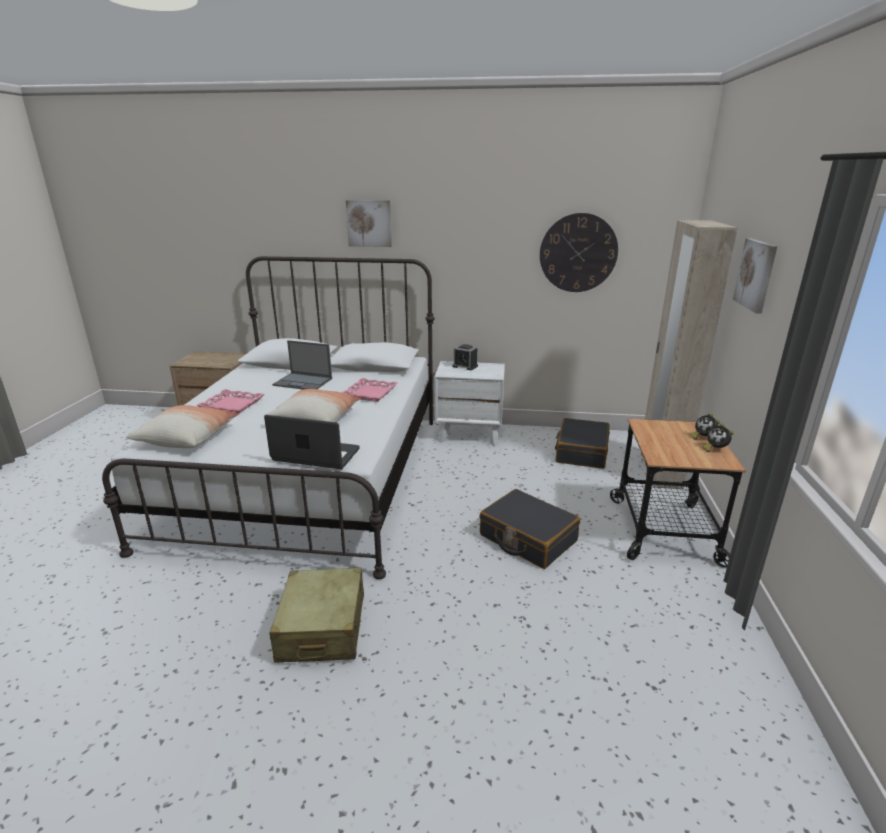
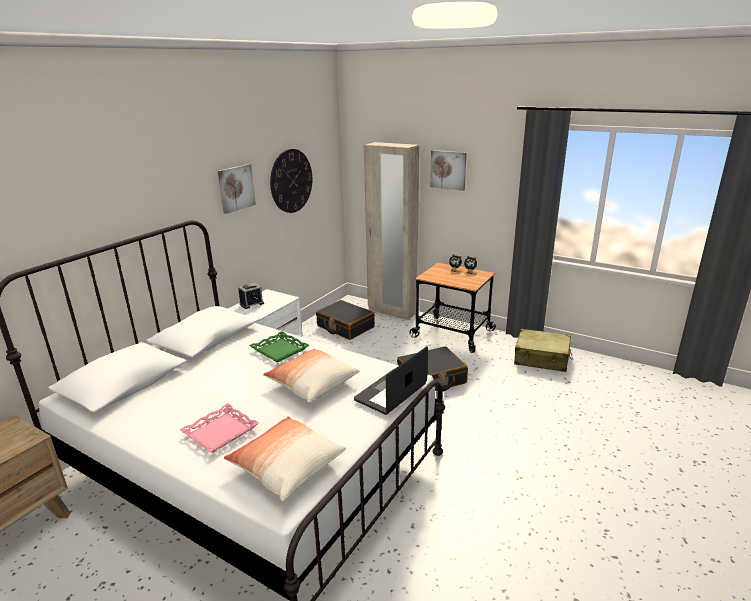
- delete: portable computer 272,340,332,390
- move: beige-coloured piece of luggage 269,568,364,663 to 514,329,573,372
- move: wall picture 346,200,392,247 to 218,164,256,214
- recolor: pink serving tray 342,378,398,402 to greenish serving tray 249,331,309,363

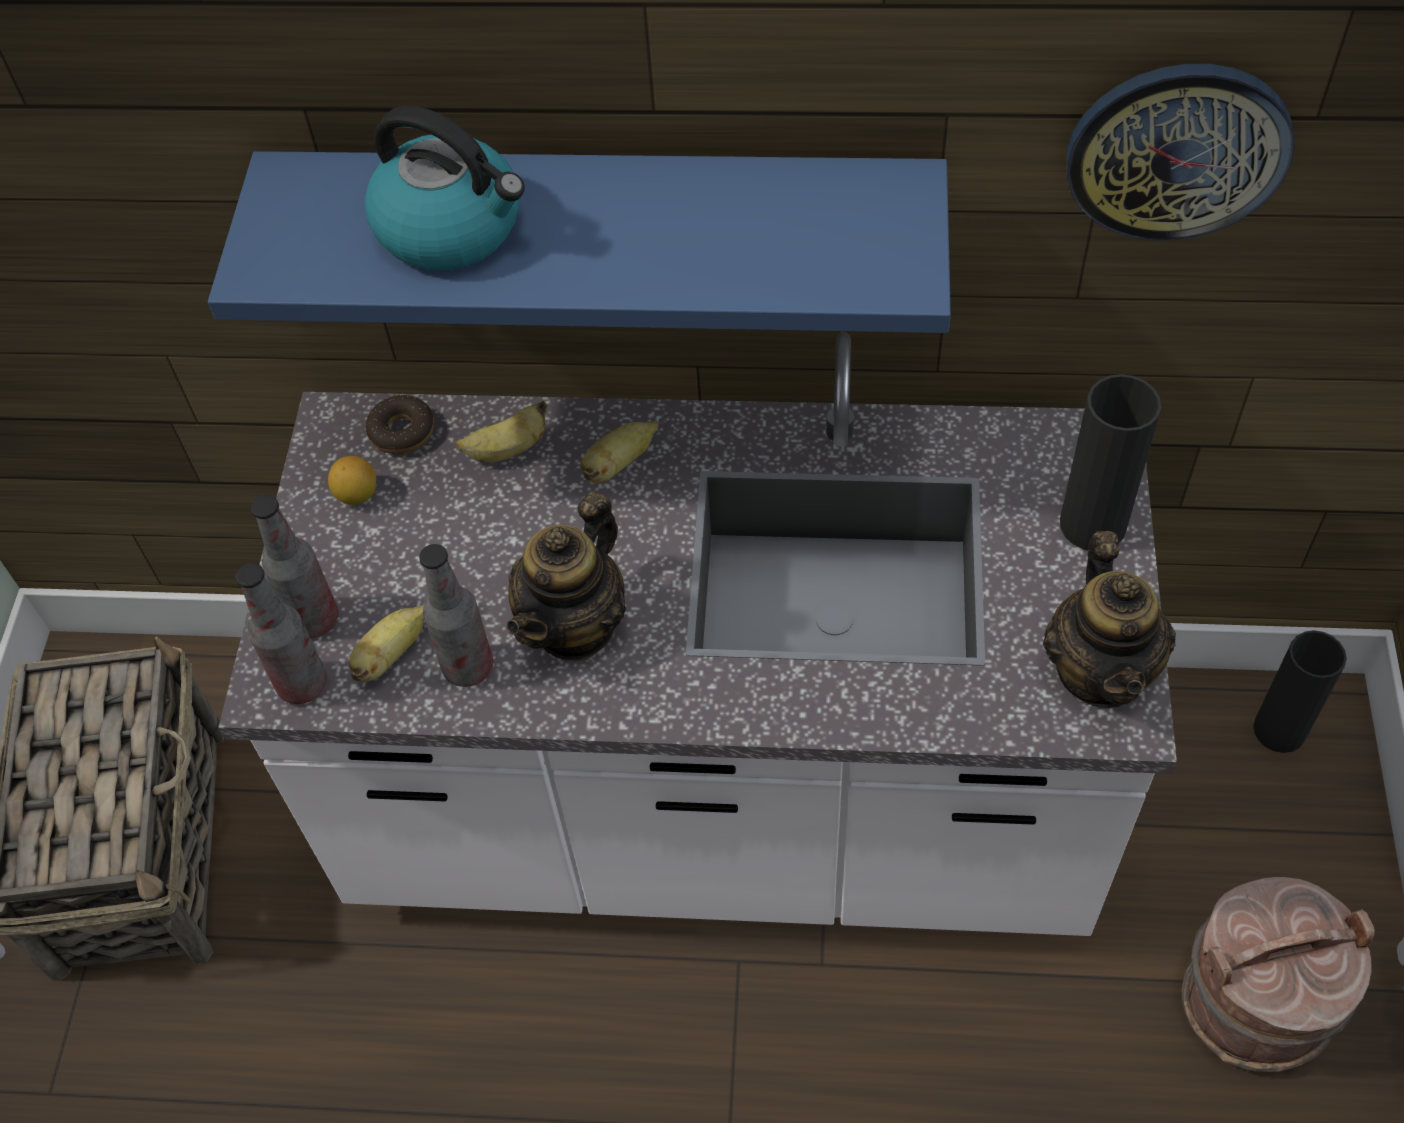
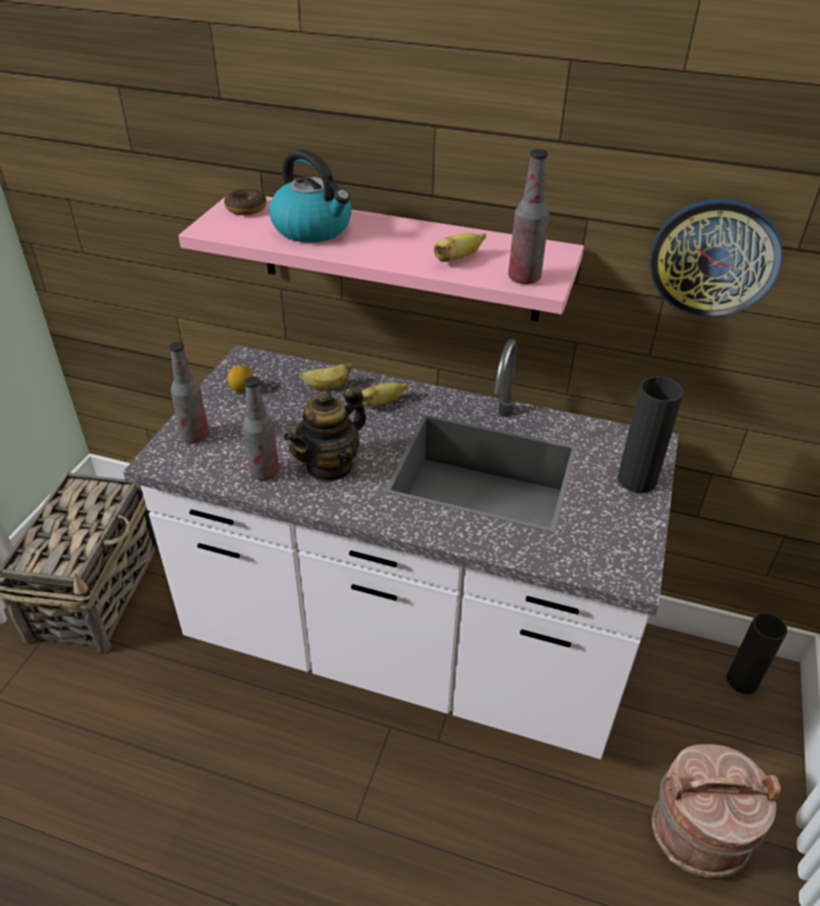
- delete: tea pot 1043,531,1176,708
- move: bottle 236,563,327,704 to 508,149,549,284
- move: banana 349,605,425,682 to 434,232,486,262
- move: donut 366,395,434,454 to 224,188,266,215
- recolor: blue-coloured wall shelf 208,151,951,333 to pink wall shelf 178,191,584,322

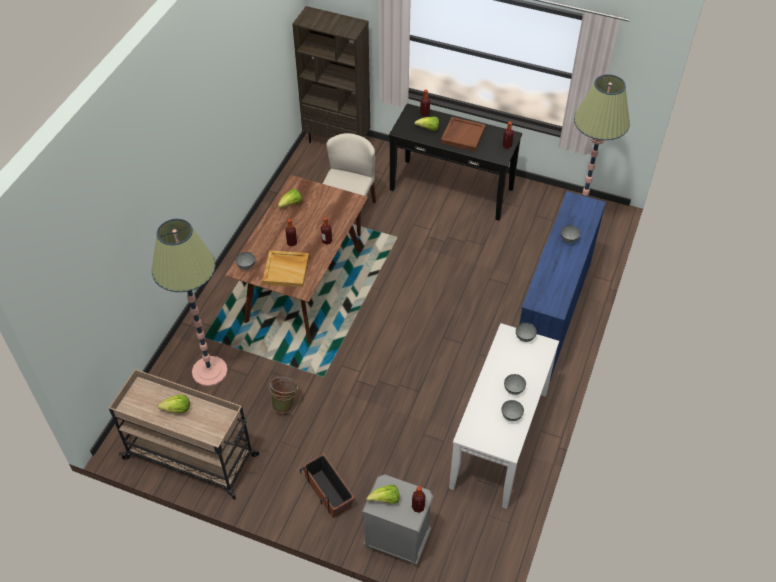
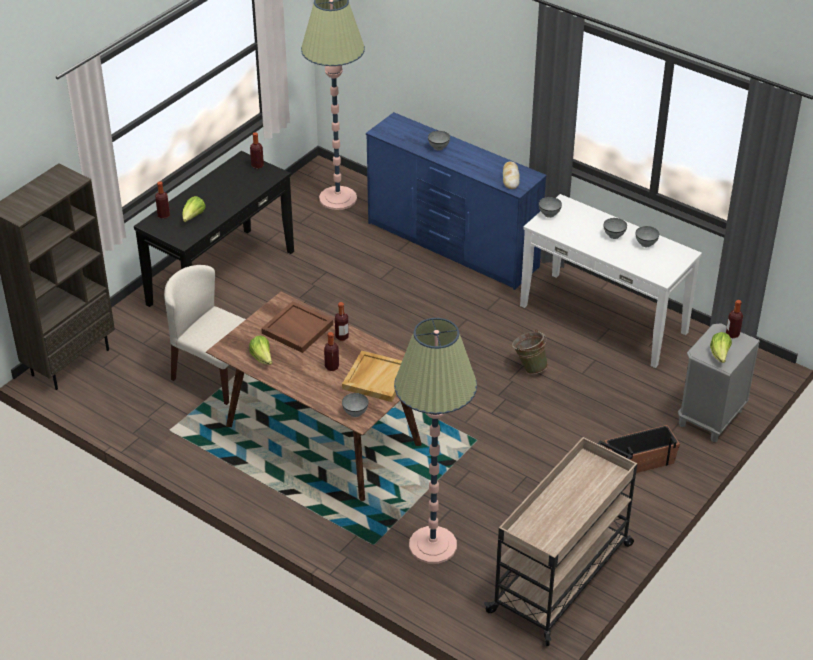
- delete: head of lettuce 158,395,190,413
- insert: bread 503,161,520,189
- move: greenish pail 269,377,298,413 to 512,329,548,374
- move: brown-coloured serving tray 441,117,486,151 to 261,301,333,353

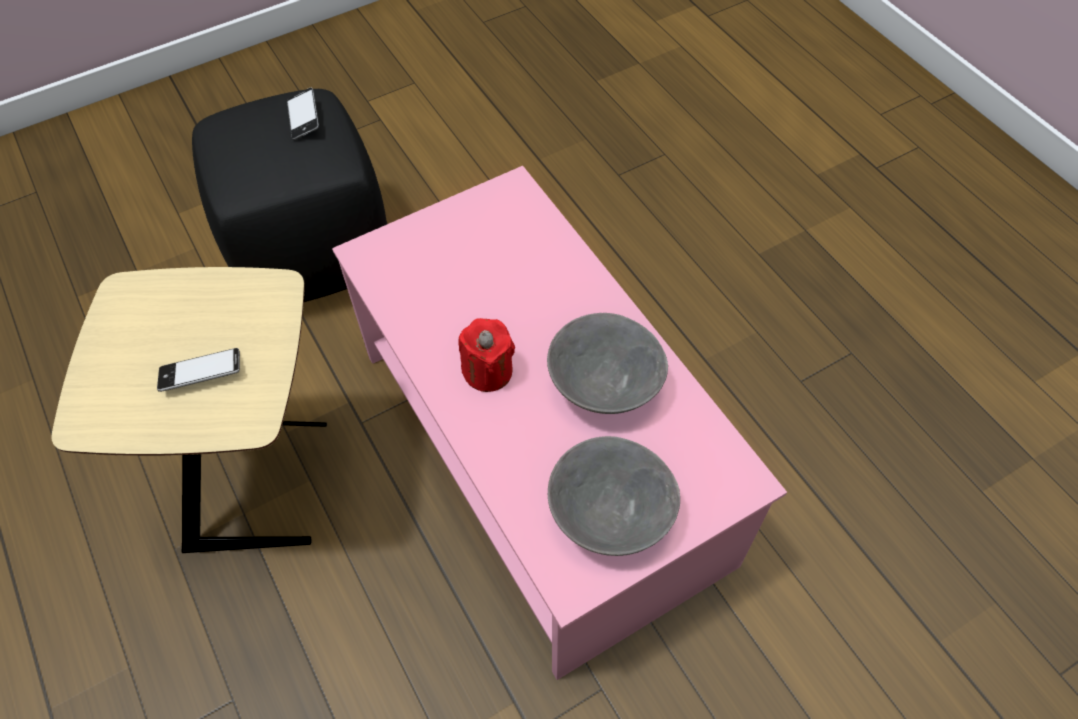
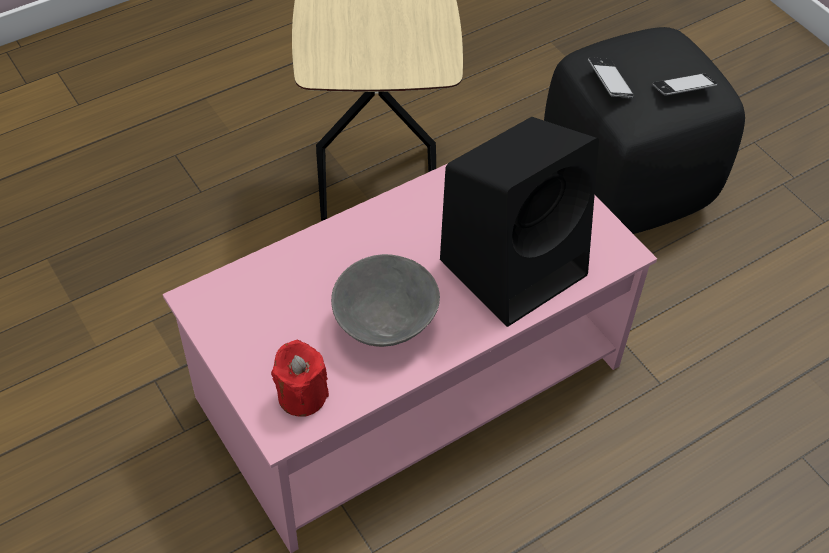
- delete: grey bowl 548,436,680,556
- insert: black-coloured speaker 440,117,599,327
- move: phone 157,348,240,392 to 588,57,634,98
- move: reddish wax light 458,318,515,392 to 271,340,329,417

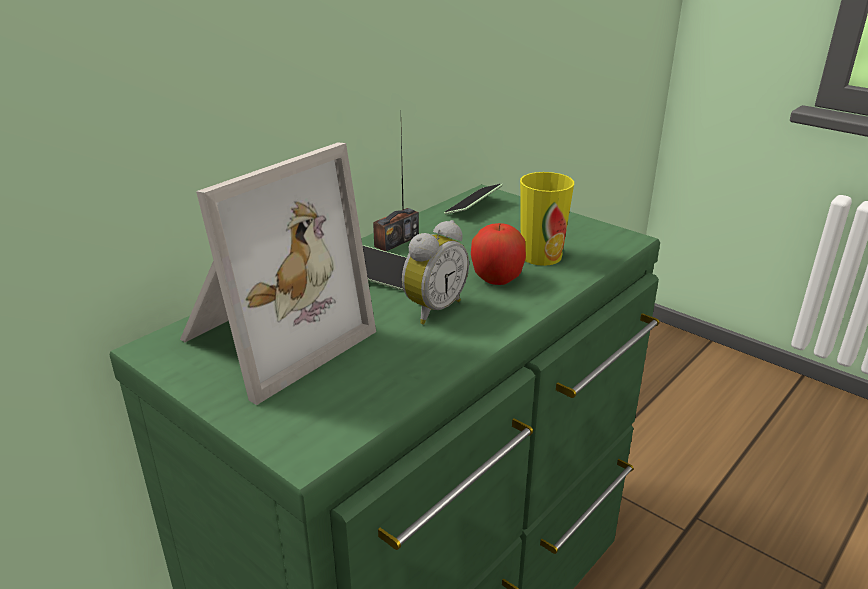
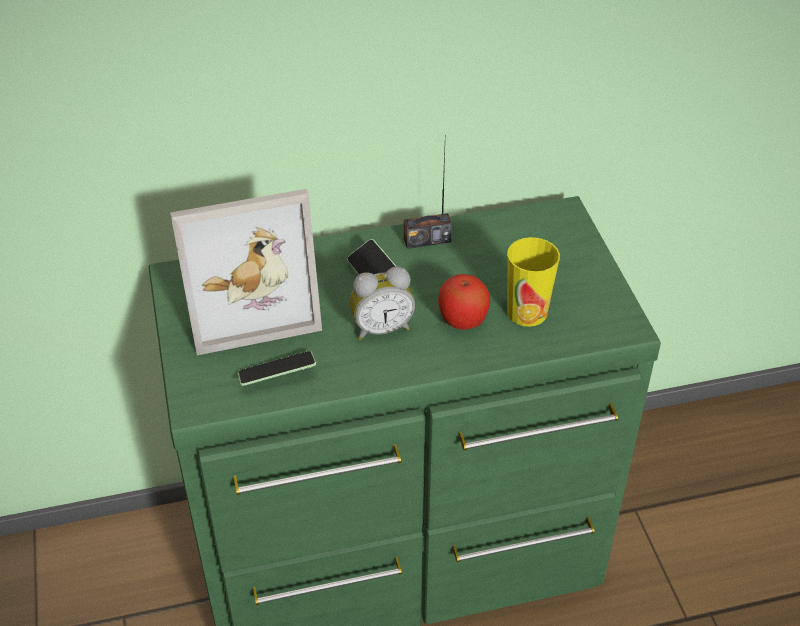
- move: phone 444,183,503,214 to 238,351,316,386

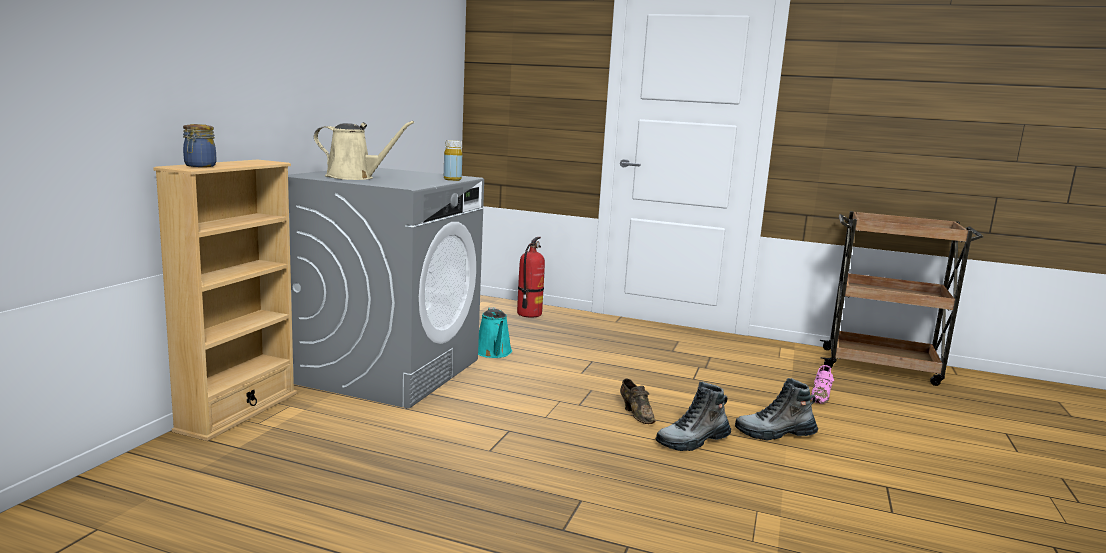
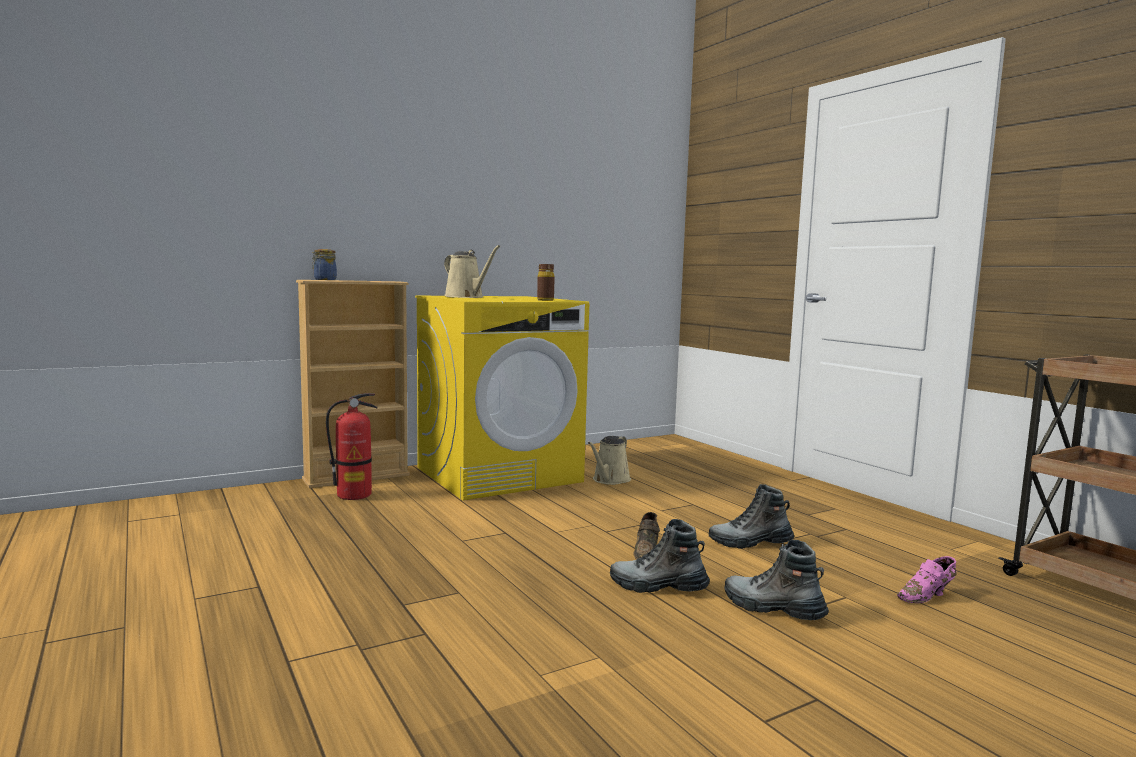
- insert: boot 709,484,794,549
- move: extinguisher 517,237,545,318 to 326,393,378,500
- recolor: grey washing machine 288,168,484,409 to yellow washing machine 415,296,589,500
- recolor: yellow bottle 444,140,462,181 to brown-coloured bottle 537,264,555,301
- recolor: blue-green sprinkling can 478,307,512,358 to beige-coloured sprinkling can 588,436,631,485

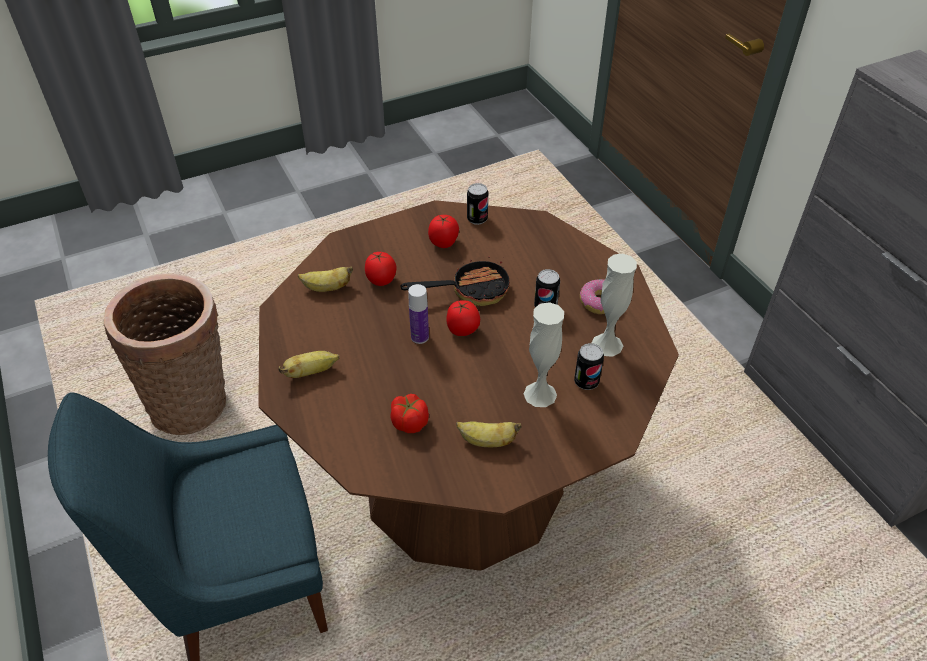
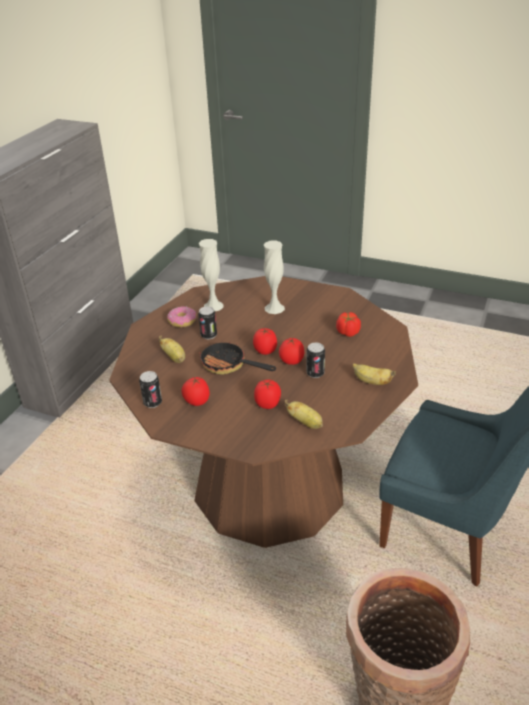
- move: banana 456,421,521,447 to 159,336,185,363
- move: can 574,343,604,390 to 306,342,325,378
- replace: bottle 408,284,429,344 to fresh tomato 279,338,304,365

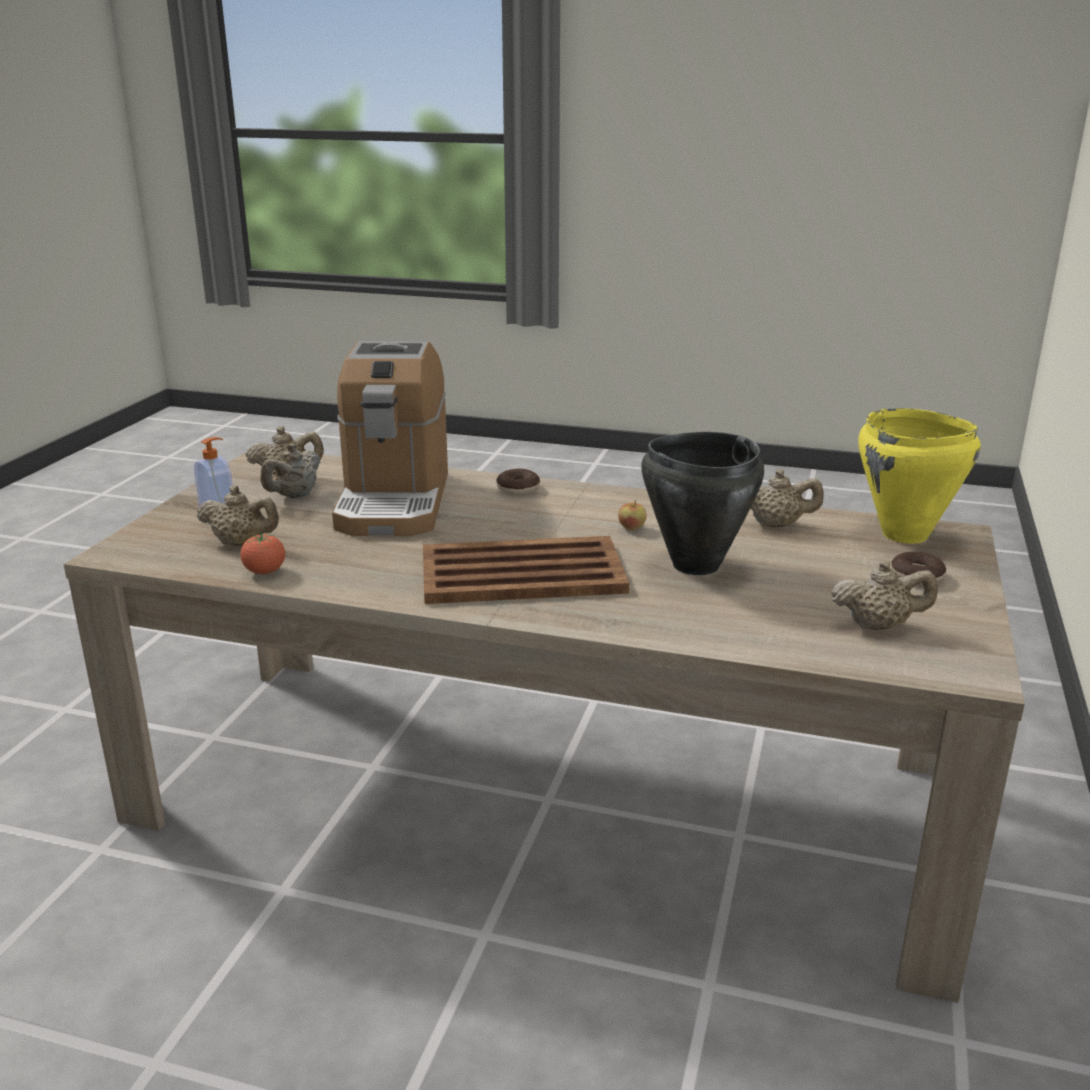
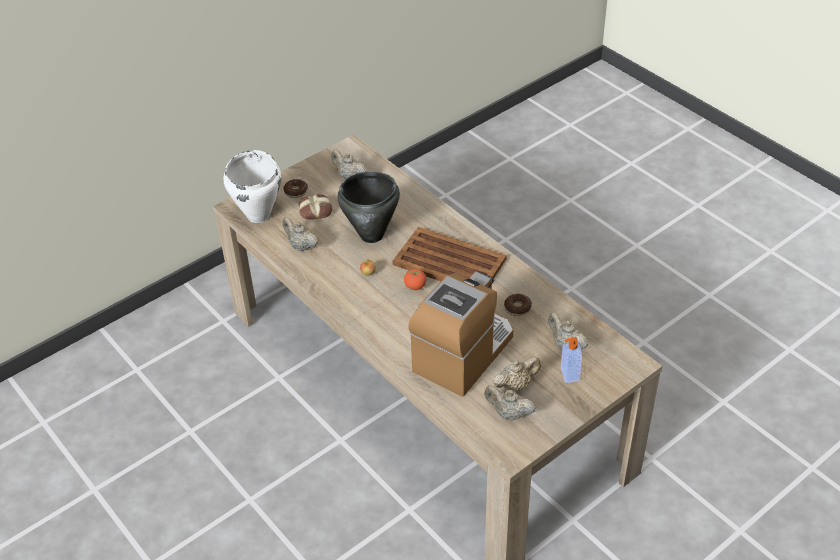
- insert: bread 299,194,332,220
- move: fresh tomato 240,533,285,574 to 404,269,426,290
- move: donut 496,469,540,495 to 504,294,532,316
- recolor: yellow cooking pot 858,408,981,544 to whitish cooking pot 223,150,281,223

